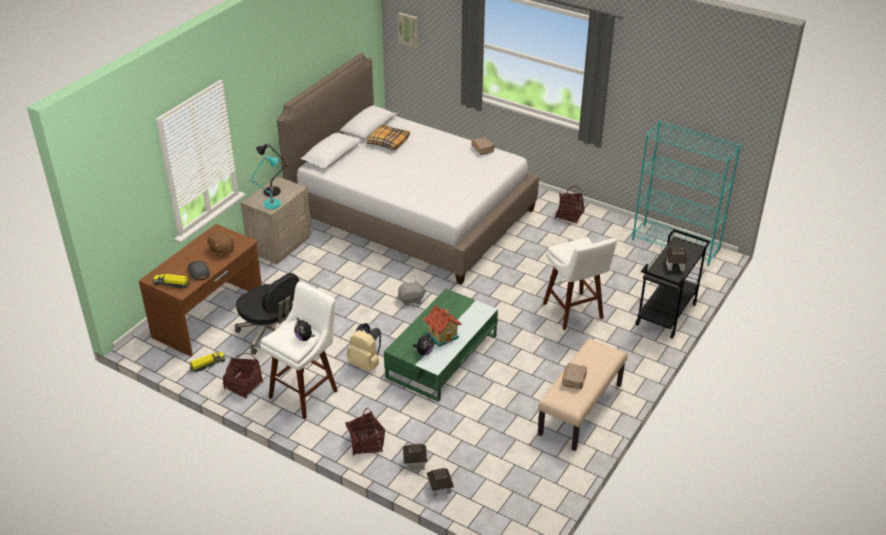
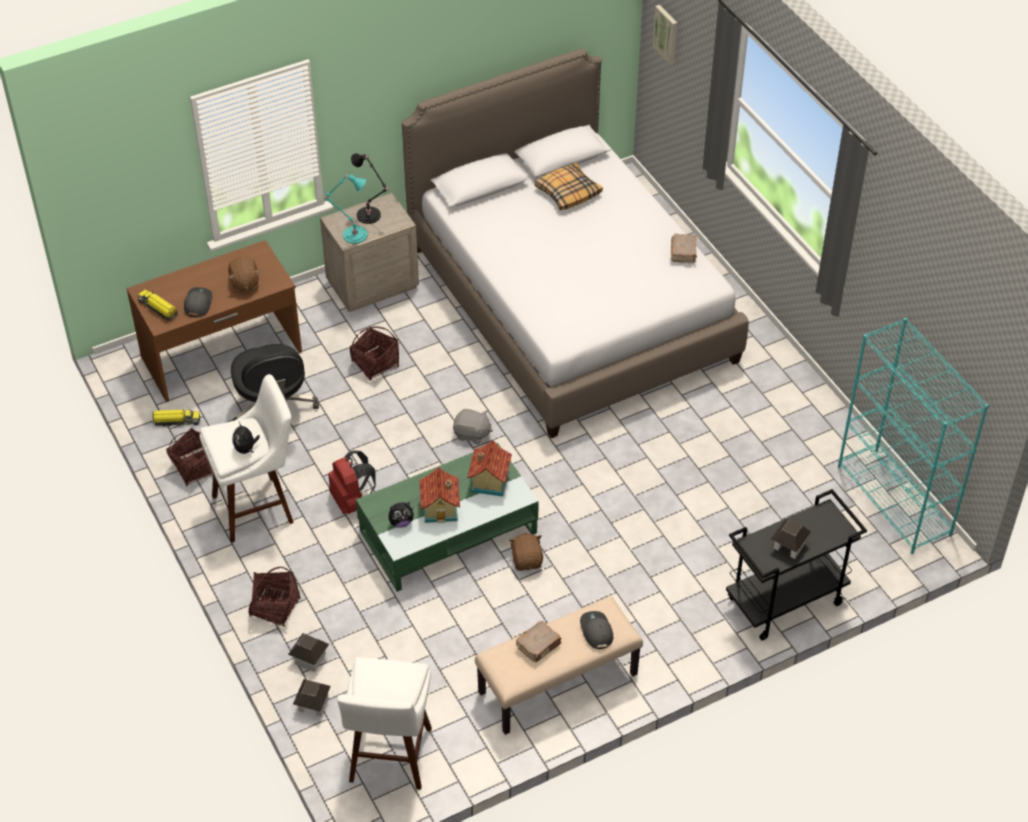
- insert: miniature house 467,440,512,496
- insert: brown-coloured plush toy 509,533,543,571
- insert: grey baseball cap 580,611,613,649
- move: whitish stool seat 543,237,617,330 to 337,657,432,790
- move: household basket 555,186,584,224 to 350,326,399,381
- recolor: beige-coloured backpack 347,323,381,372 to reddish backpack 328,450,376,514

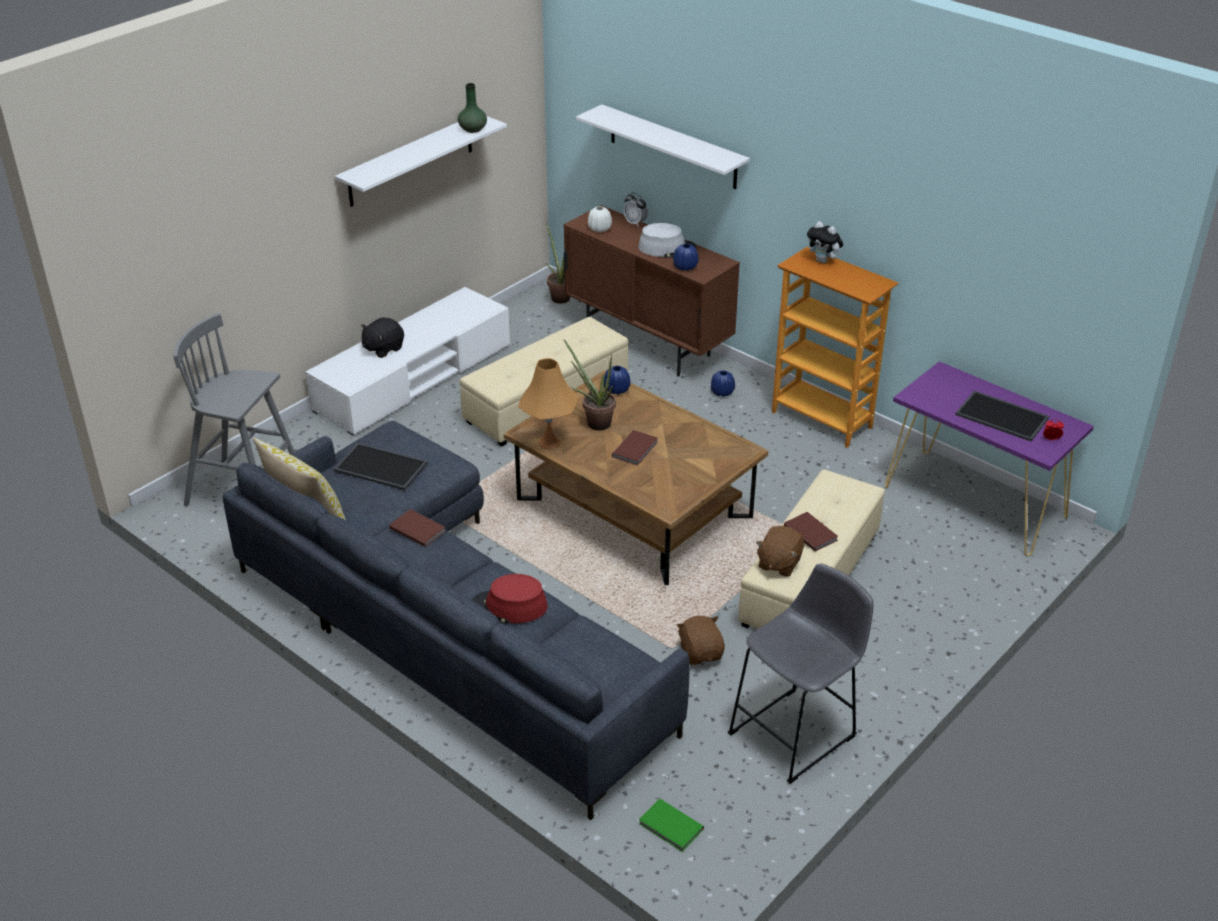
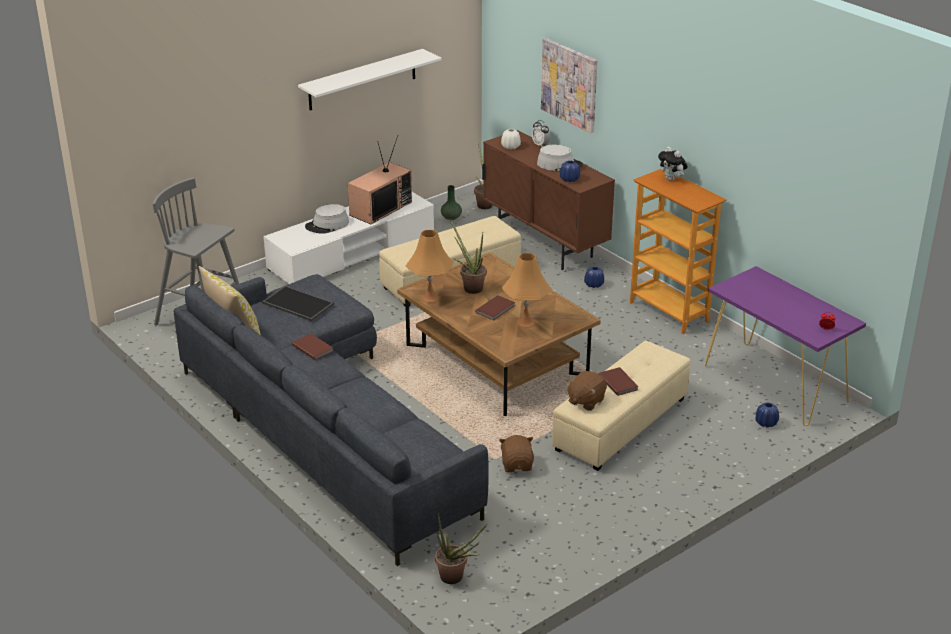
- delete: reddish wearable hat 472,574,548,624
- delete: grey stool seat 728,563,873,784
- delete: serving tray 955,391,1049,441
- insert: TV 348,135,412,224
- insert: orangey table lamp 502,253,552,328
- move: greenish decorative vase 458,83,487,133 to 441,185,462,220
- move: blue-coloured decorative vase 604,366,631,395 to 756,403,779,428
- replace: black-coloured plush toy 361,317,404,358 to grey wearable hat 305,204,349,234
- replace: whitish wall shelf 576,104,750,189 to wall picture 541,38,597,133
- replace: greenish volume 639,799,704,852 to plant in a pot 435,513,487,584

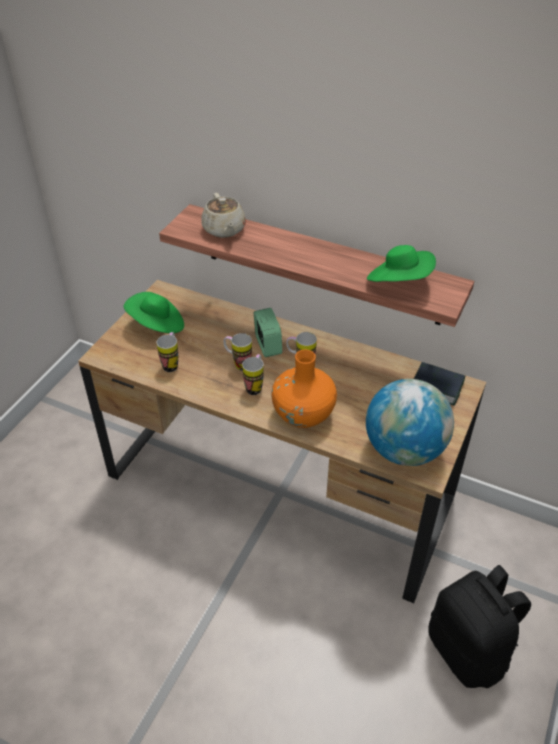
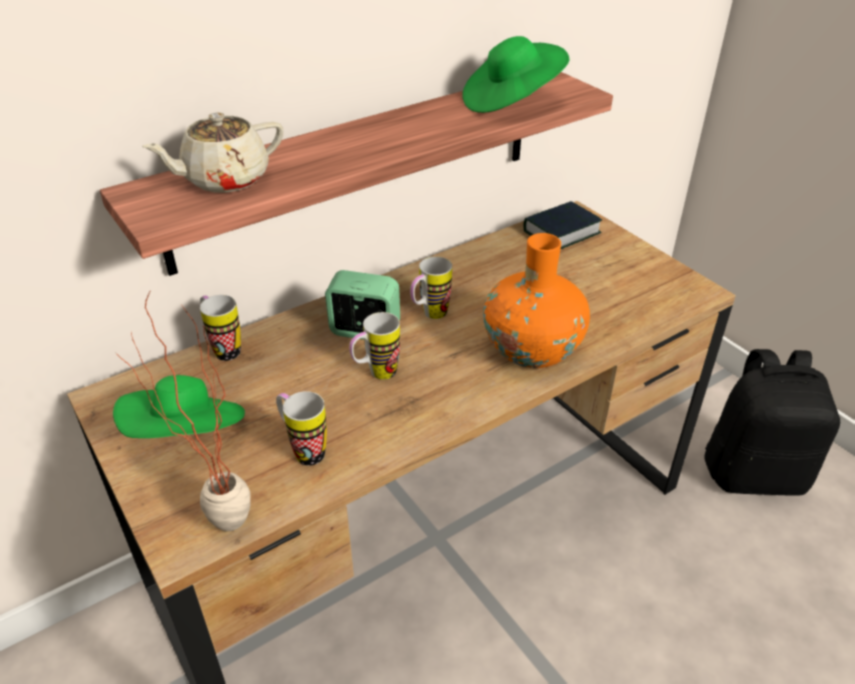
- delete: desk globe 366,379,454,466
- insert: plant in a pot 114,290,251,531
- move: tea mug 242,354,264,395 to 200,295,241,361
- rotate: beige-coloured tea pot 201,193,246,238 = 142,112,283,193 135 degrees clockwise

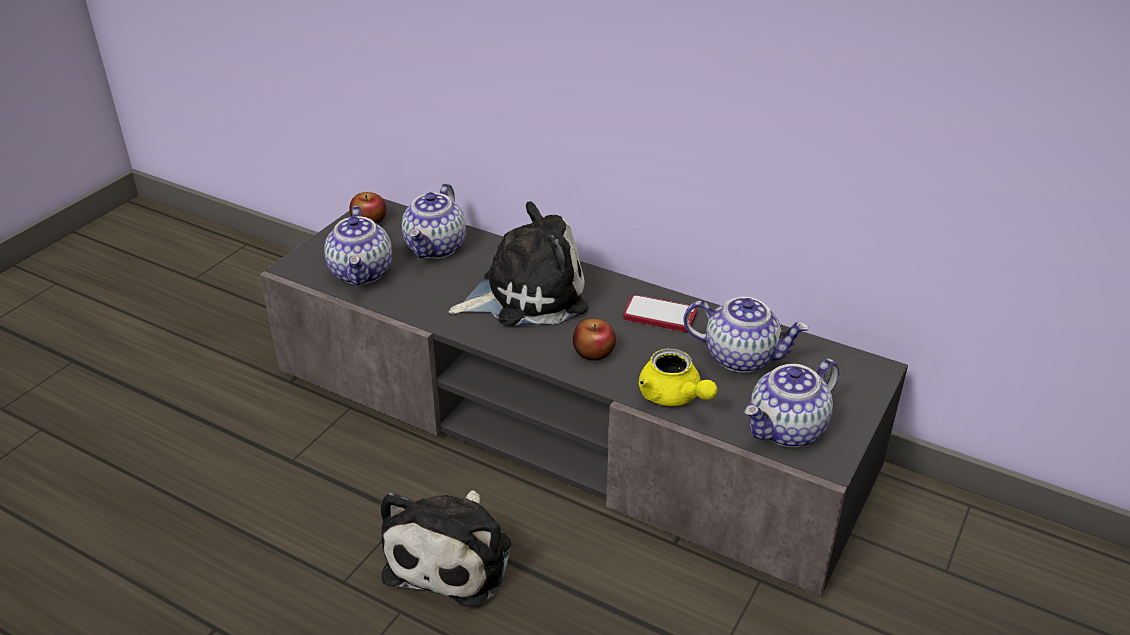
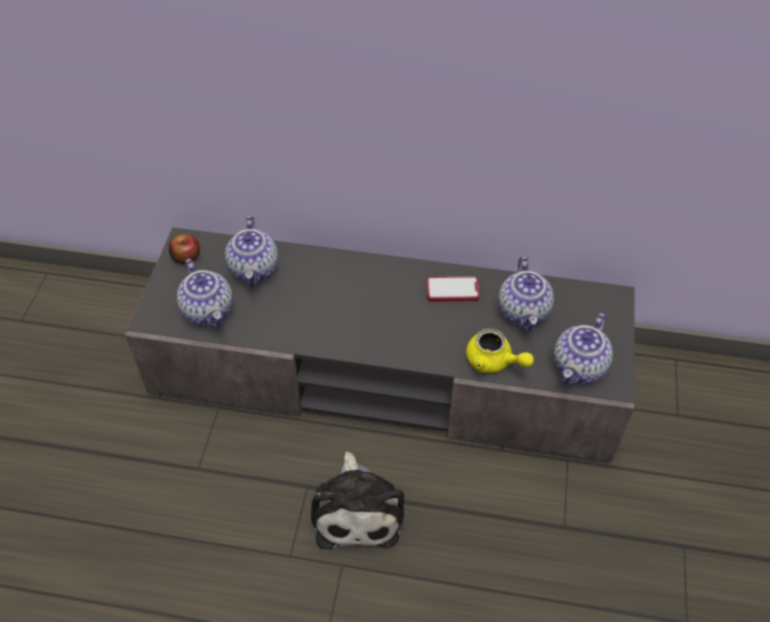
- delete: plush toy 449,202,588,326
- delete: apple fruit 573,318,616,360
- rotate: tea pot 683,297,809,373 = 498,256,554,331 90 degrees clockwise

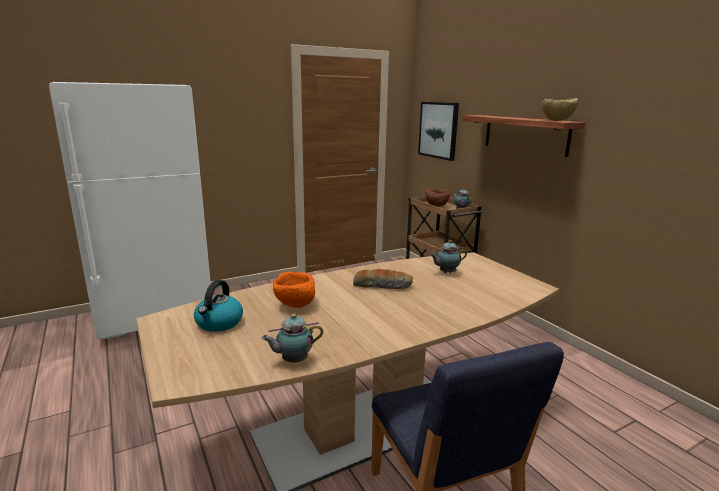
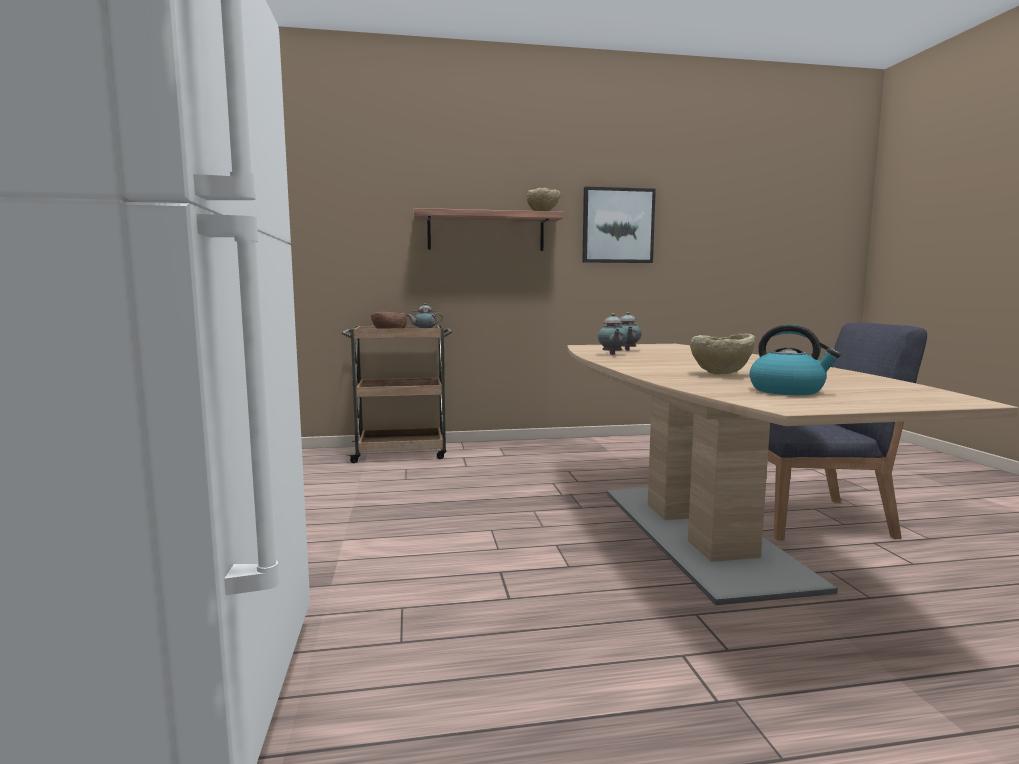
- delete: bread 353,269,413,289
- move: tea pot 261,314,323,362 to 598,313,628,355
- move: wall picture 418,102,459,161 to 582,187,656,263
- recolor: orangey bowl 273,271,315,308 to beige-coloured bowl 690,334,755,375

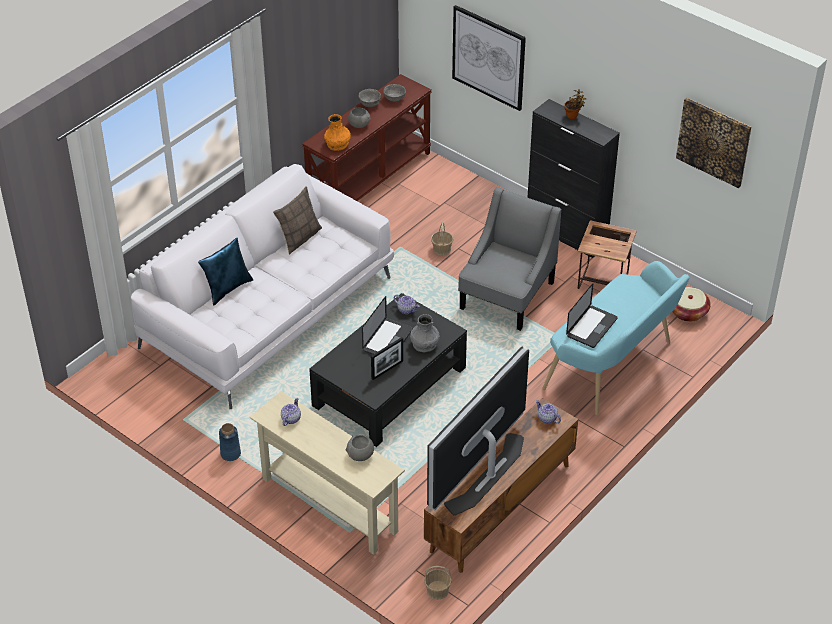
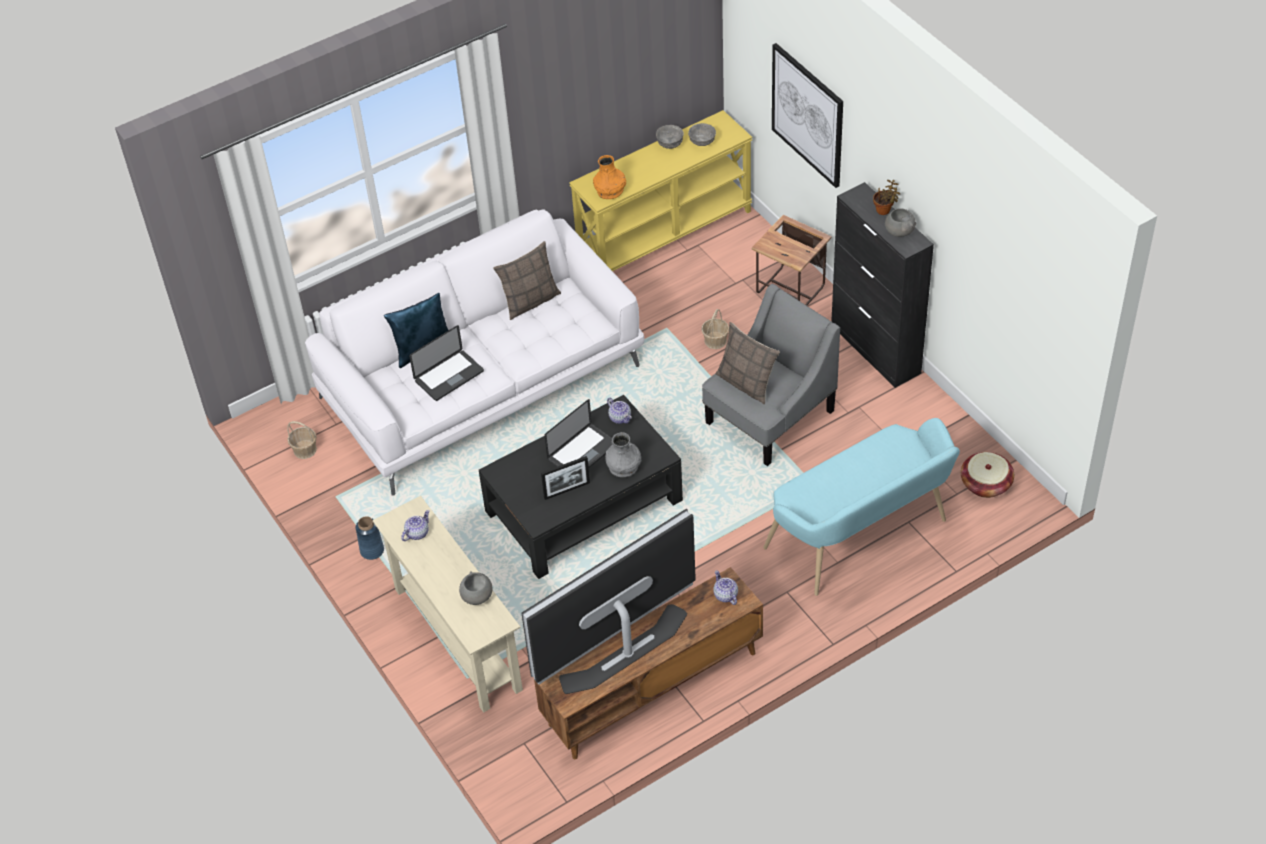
- delete: wall picture 676,97,751,188
- insert: pillow 716,322,780,404
- move: grey bowl 348,107,370,128 to 885,208,916,237
- move: household basket 424,566,452,600 to 287,421,317,459
- move: portable computer 566,283,618,348 to 409,325,484,401
- move: side table 578,220,637,289 to 751,215,832,306
- recolor: brown-coloured console table 302,74,432,201 to yellow console table 569,110,752,271

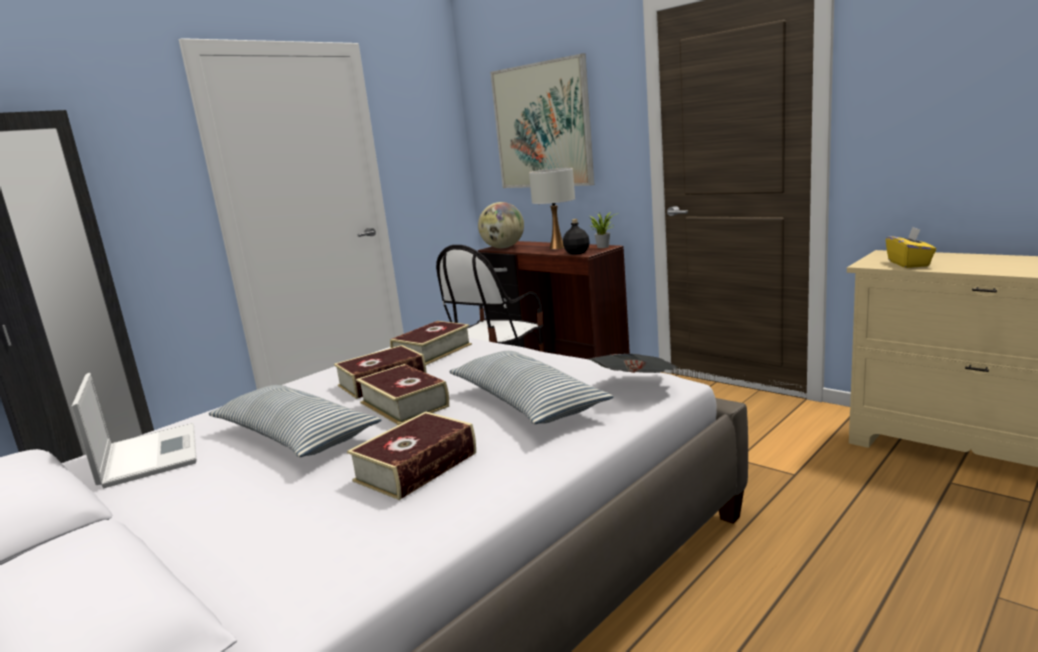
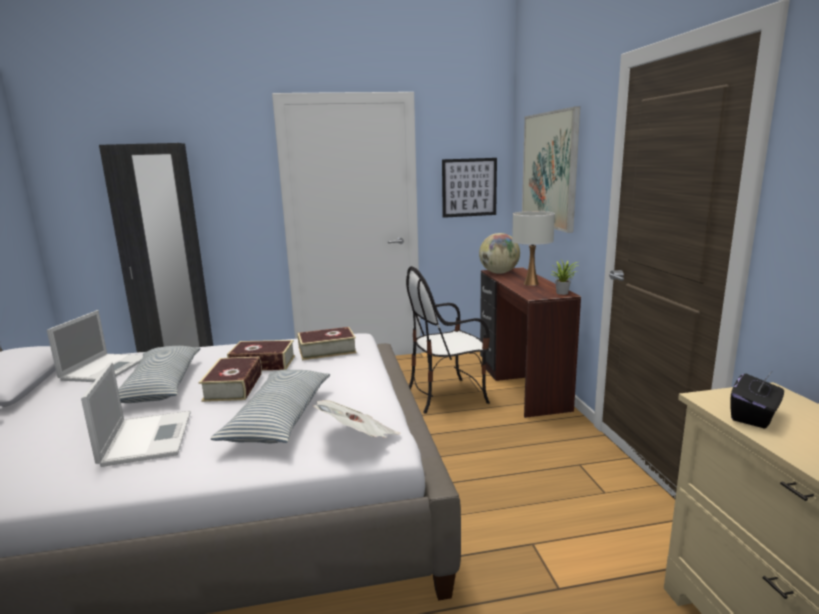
- delete: black-coloured bottle 563,219,590,255
- insert: wall picture 442,158,497,218
- replace: volume 347,411,476,500 to portable computer 81,362,191,467
- recolor: yellow tissue holder 886,227,936,268 to black-coloured tissue holder 730,373,784,429

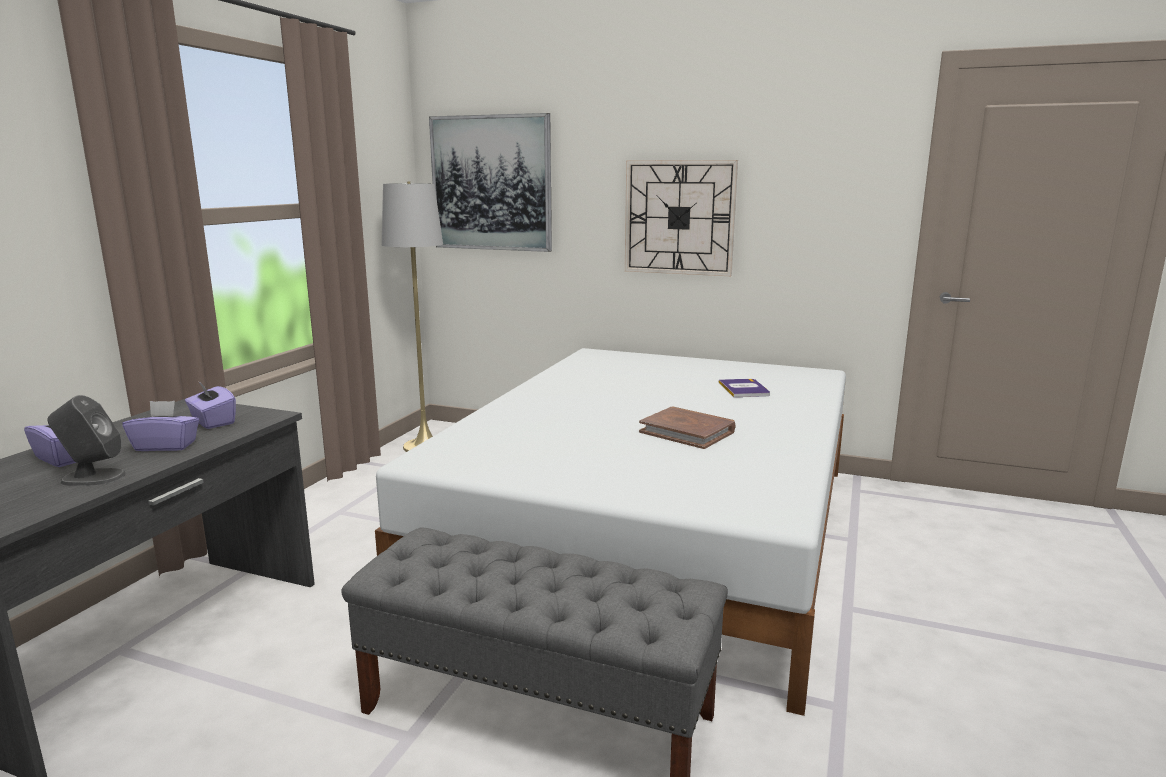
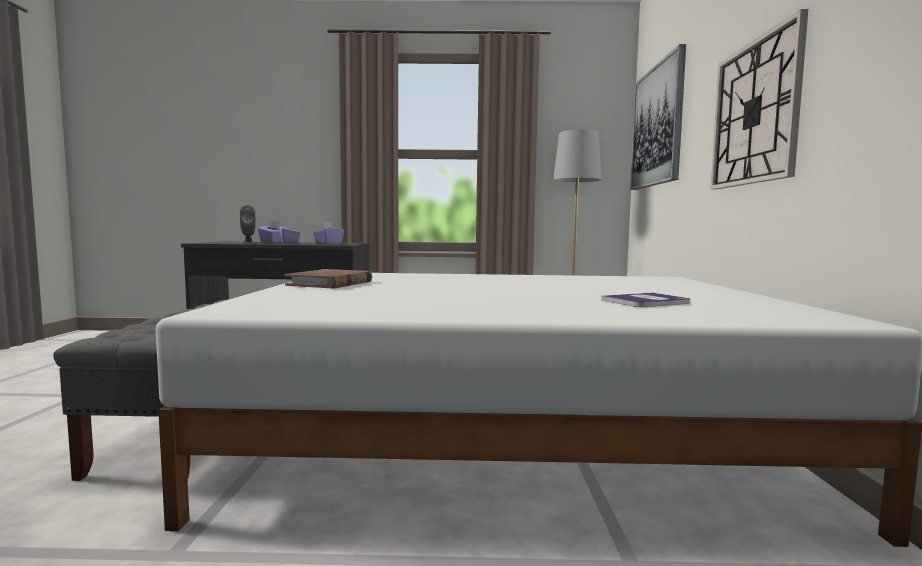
- move: brown-coloured volume 639,407,735,449 to 285,269,372,288

